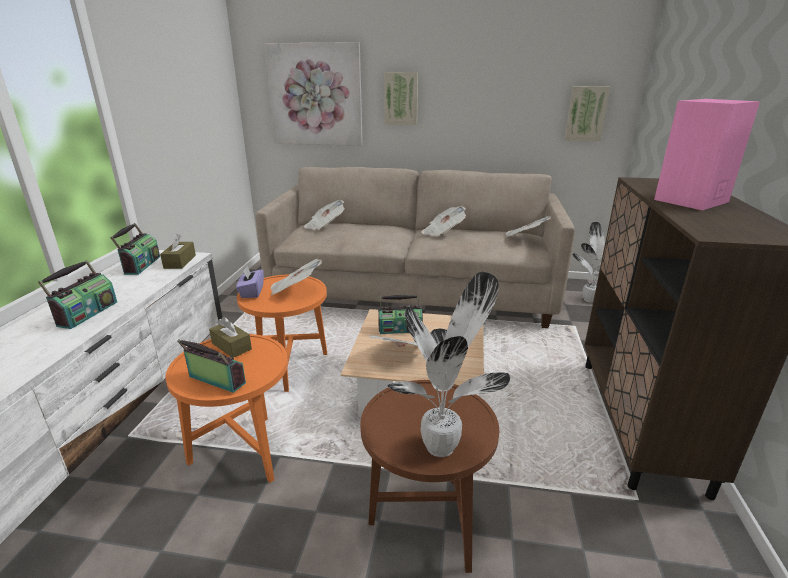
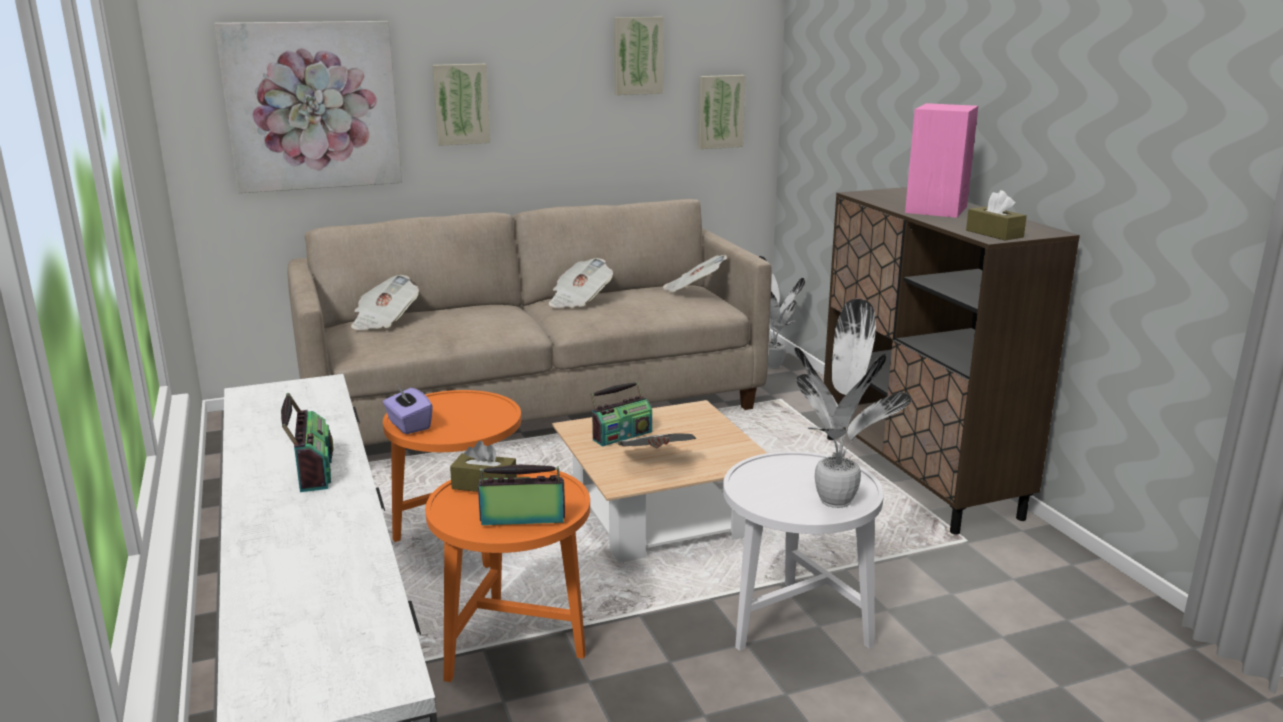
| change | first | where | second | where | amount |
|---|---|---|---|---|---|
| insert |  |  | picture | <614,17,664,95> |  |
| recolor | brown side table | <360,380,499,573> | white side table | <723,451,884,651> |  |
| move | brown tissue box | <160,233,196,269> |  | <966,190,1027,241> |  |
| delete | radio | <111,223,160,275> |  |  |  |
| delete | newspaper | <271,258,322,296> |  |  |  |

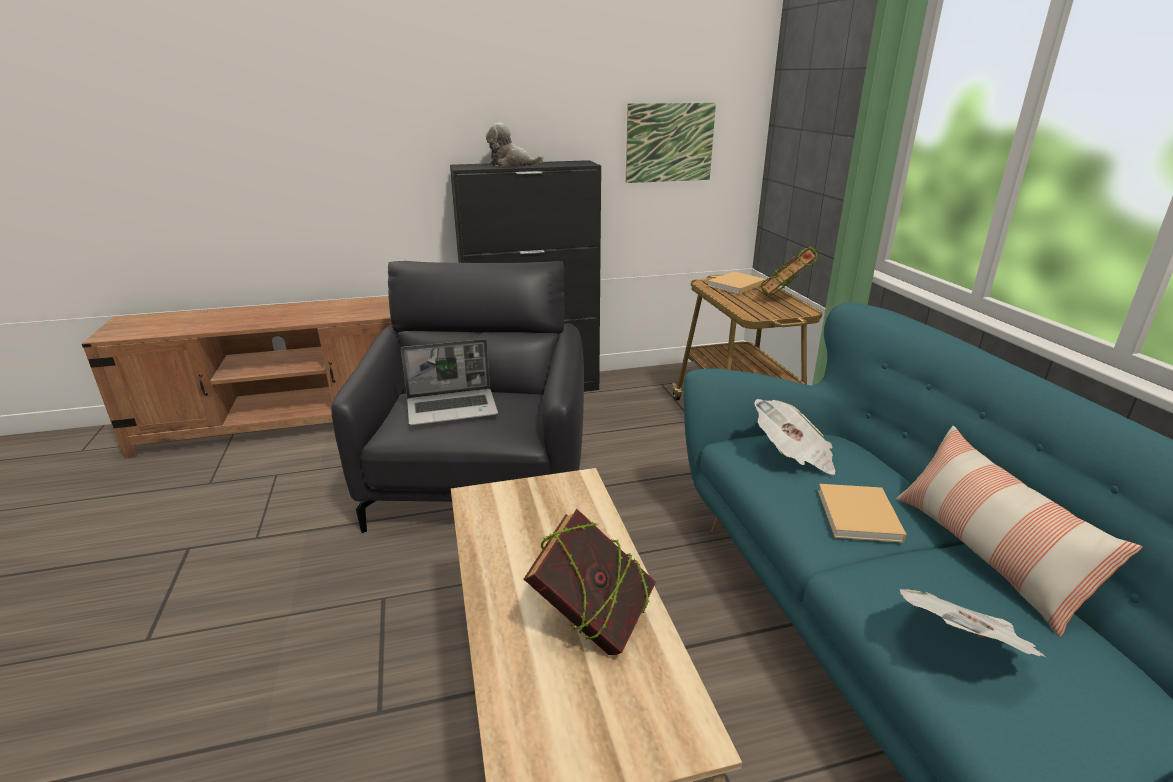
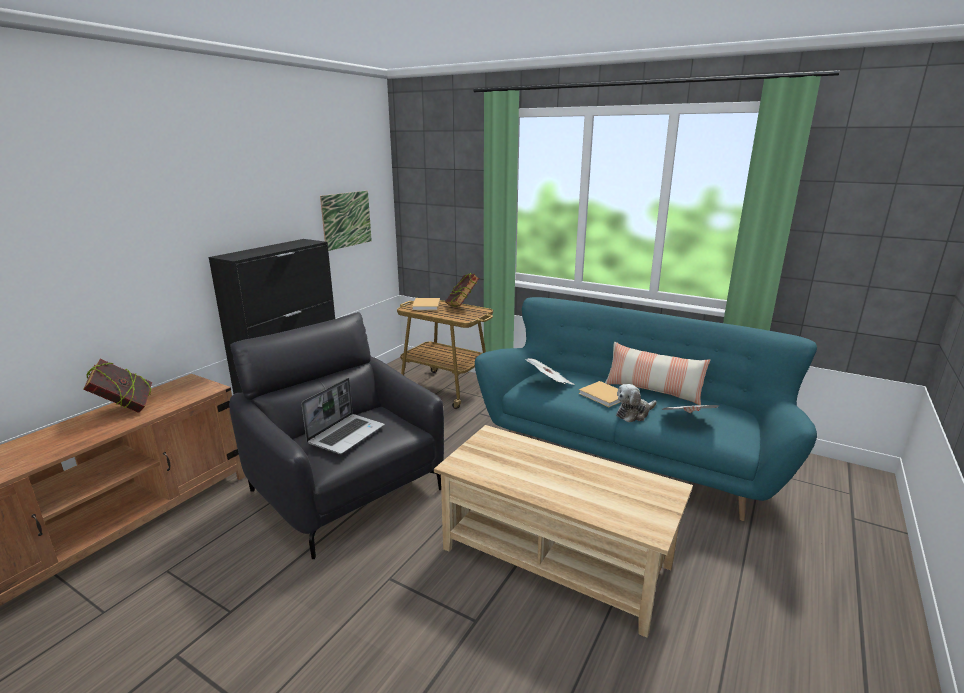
| change | first | where | second | where | amount |
|---|---|---|---|---|---|
| move | book | <524,509,656,655> |  | <83,359,152,413> |  |
| move | plush toy | <486,123,543,166> |  | <616,384,657,422> |  |

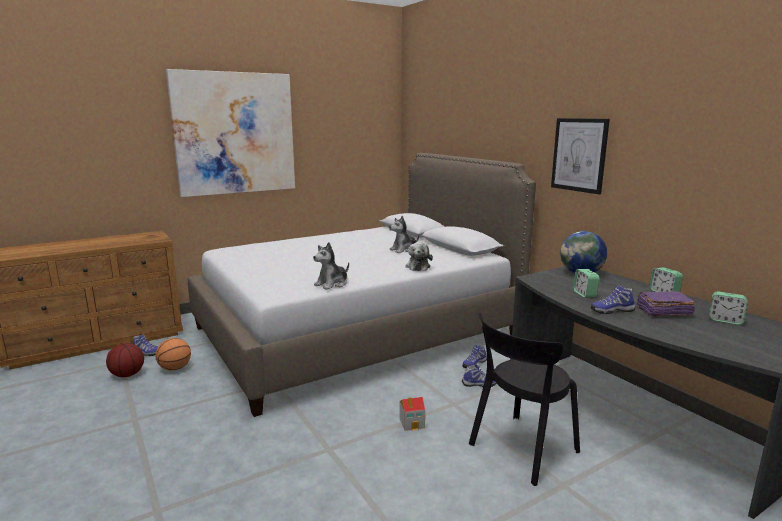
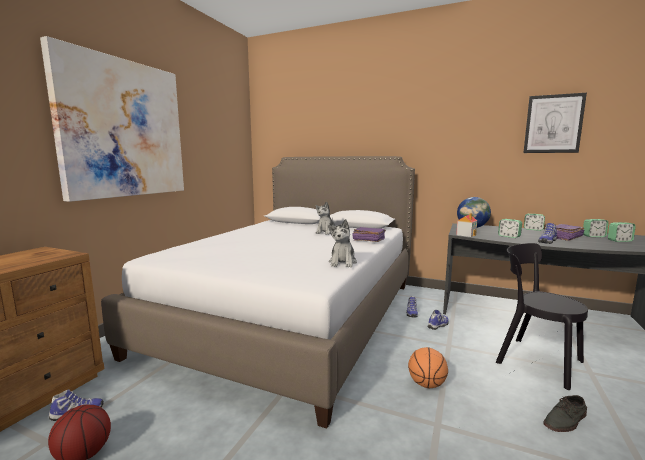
| change | first | where | second | where | amount |
|---|---|---|---|---|---|
| replace | plush toy | <405,242,433,271> | purple book | <352,227,386,242> |  |
| move | basketball | <155,338,191,371> |  | <408,347,448,388> |  |
| move | toy house | <400,397,425,431> |  | <456,213,477,237> |  |
| rotate | black chair | <469,313,580,486> |  | <496,243,588,390> | 120 degrees clockwise |
| move | picture | <551,118,610,194> |  | <523,93,587,153> |  |
| insert |  |  | grey shoe | <543,395,587,432> |  |
| insert |  |  | alarm clock | <608,222,636,242> |  |

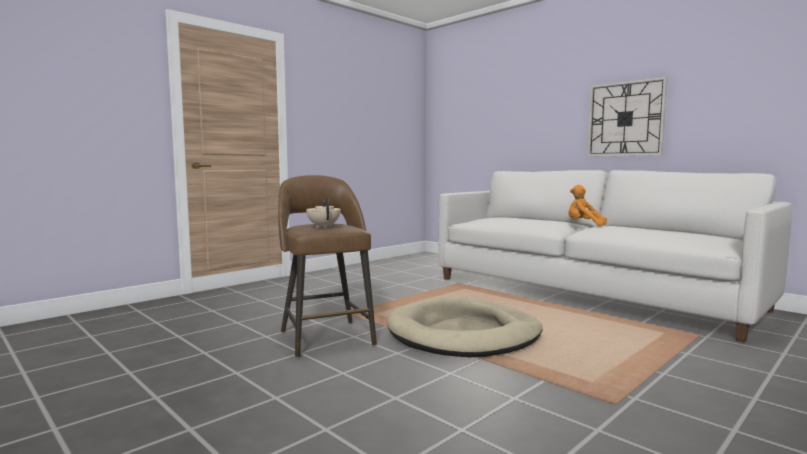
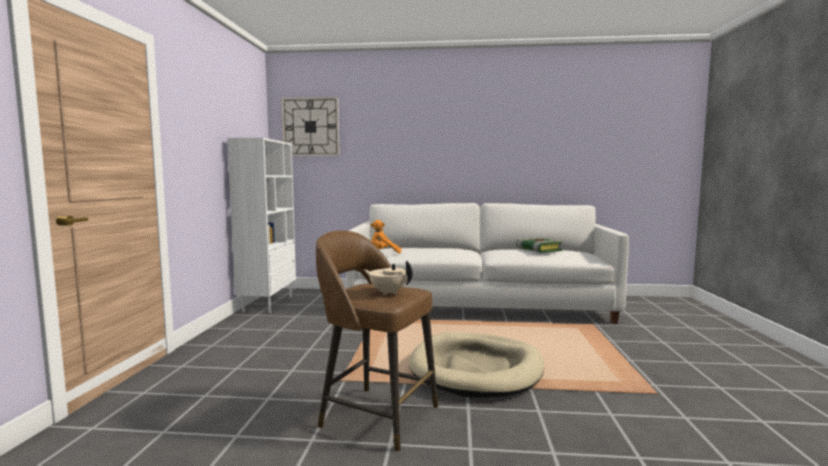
| change | first | where | second | where | amount |
|---|---|---|---|---|---|
| insert |  |  | white bookcase | <227,138,296,313> |  |
| move | wall clock | <587,77,667,157> |  | <281,97,340,156> |  |
| move | orange plush toy | <568,185,607,226> |  | <371,220,401,253> |  |
| insert |  |  | book | <516,237,562,253> |  |

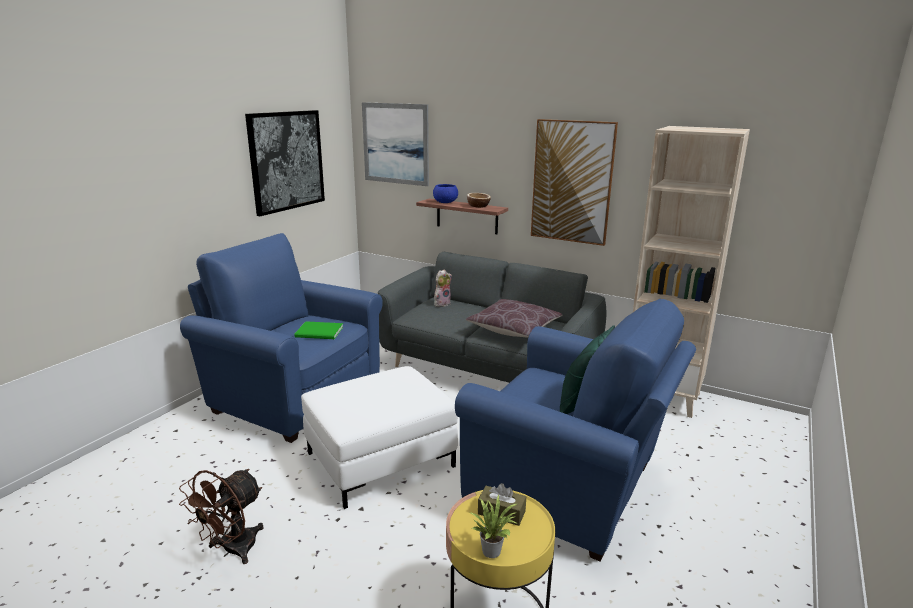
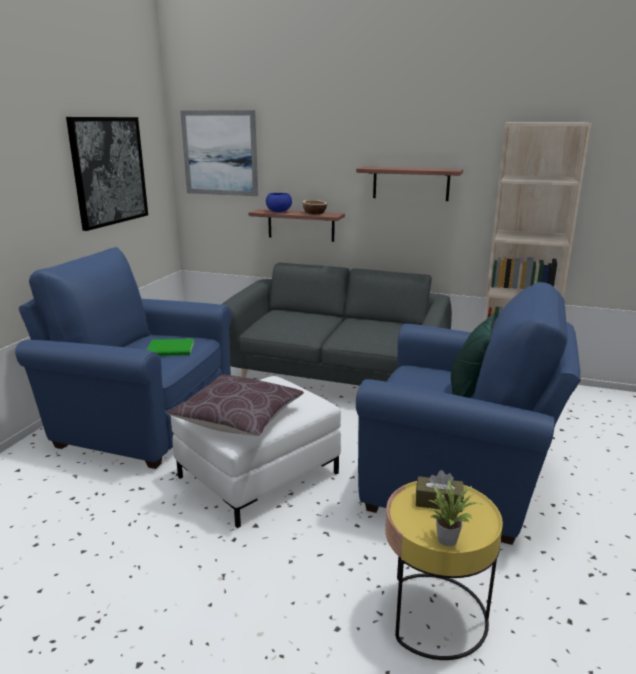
| change | first | where | second | where | amount |
|---|---|---|---|---|---|
| move | brown pillow | <466,299,562,338> |  | <167,374,304,436> |  |
| replace | picture | <531,119,618,246> | shelf | <356,167,463,201> |  |
| delete | brown fan | <179,469,264,564> |  |  |  |
| delete | plush toy | <434,270,452,307> |  |  |  |

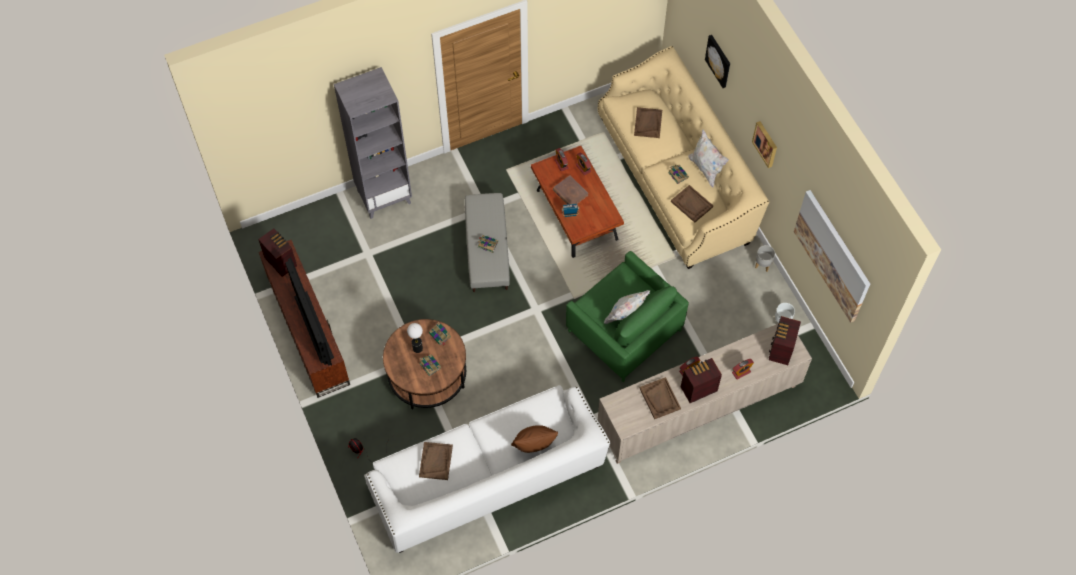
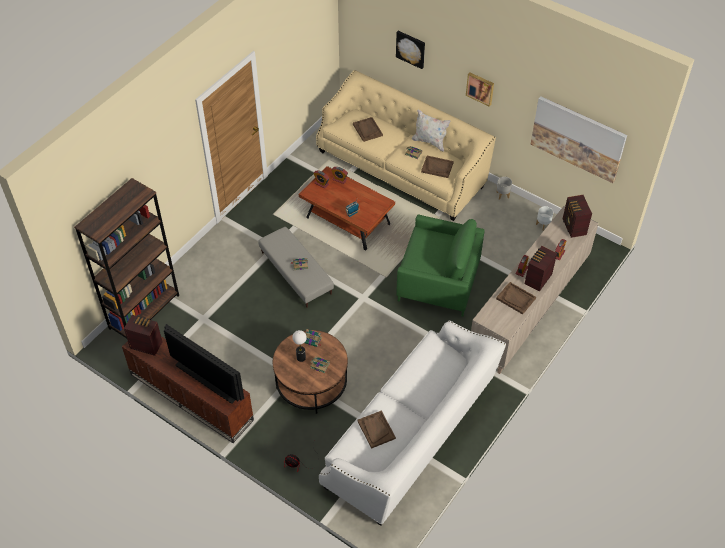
| change | first | where | second | where | amount |
|---|---|---|---|---|---|
| insert |  |  | brown bookcase | <74,178,179,338> |  |
| delete | grey bookcase | <334,67,412,219> |  |  |  |
| delete | brown pillow | <511,425,558,453> |  |  |  |
| delete | brown book | <553,175,588,205> |  |  |  |
| delete | white pillow | <604,290,650,324> |  |  |  |

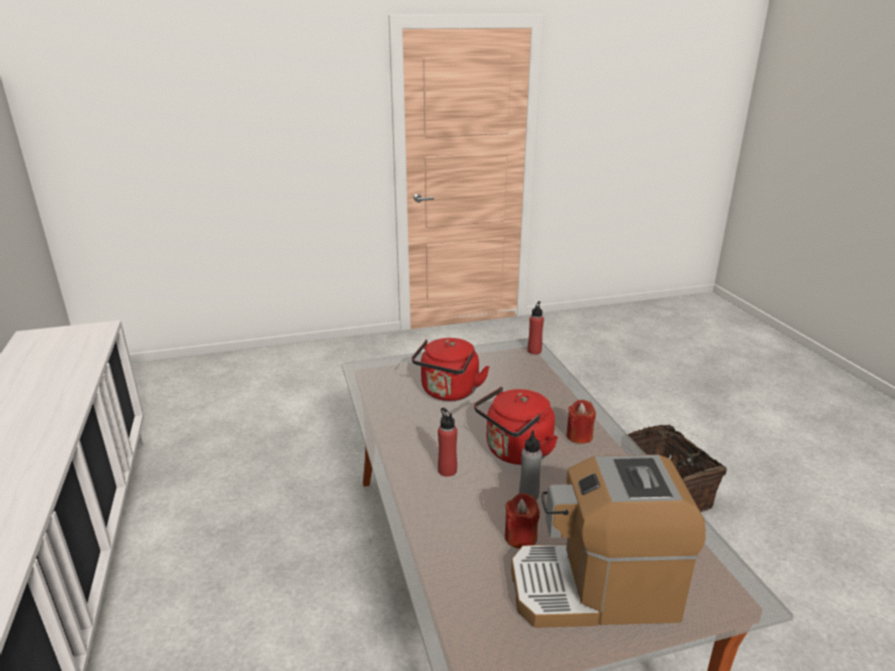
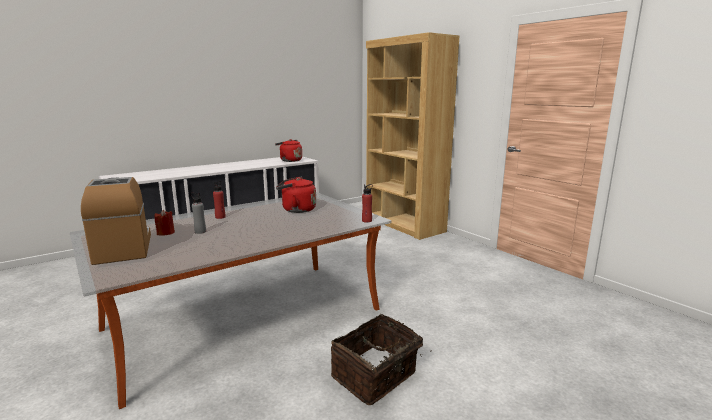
| change | first | where | second | where | amount |
|---|---|---|---|---|---|
| move | red kettle | <474,387,558,465> |  | <275,139,302,162> |  |
| insert |  |  | brown bookcase | <366,32,460,240> |  |
| delete | red candle | <566,400,596,444> |  |  |  |

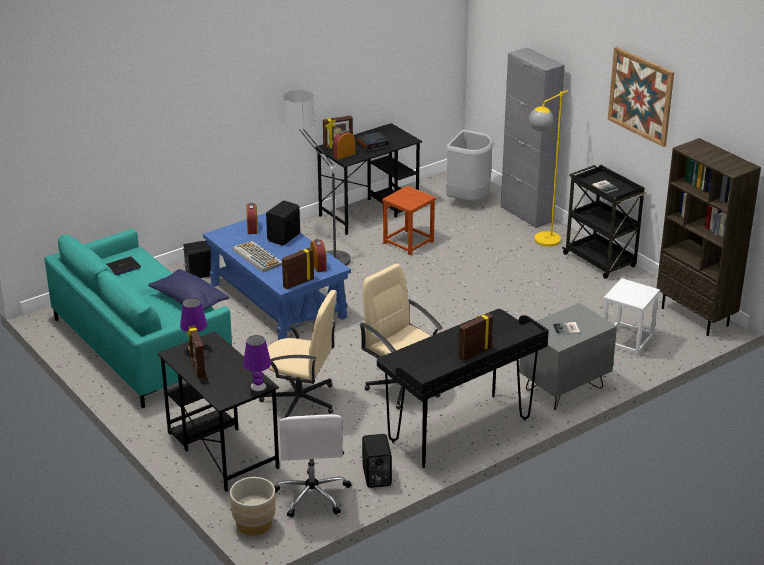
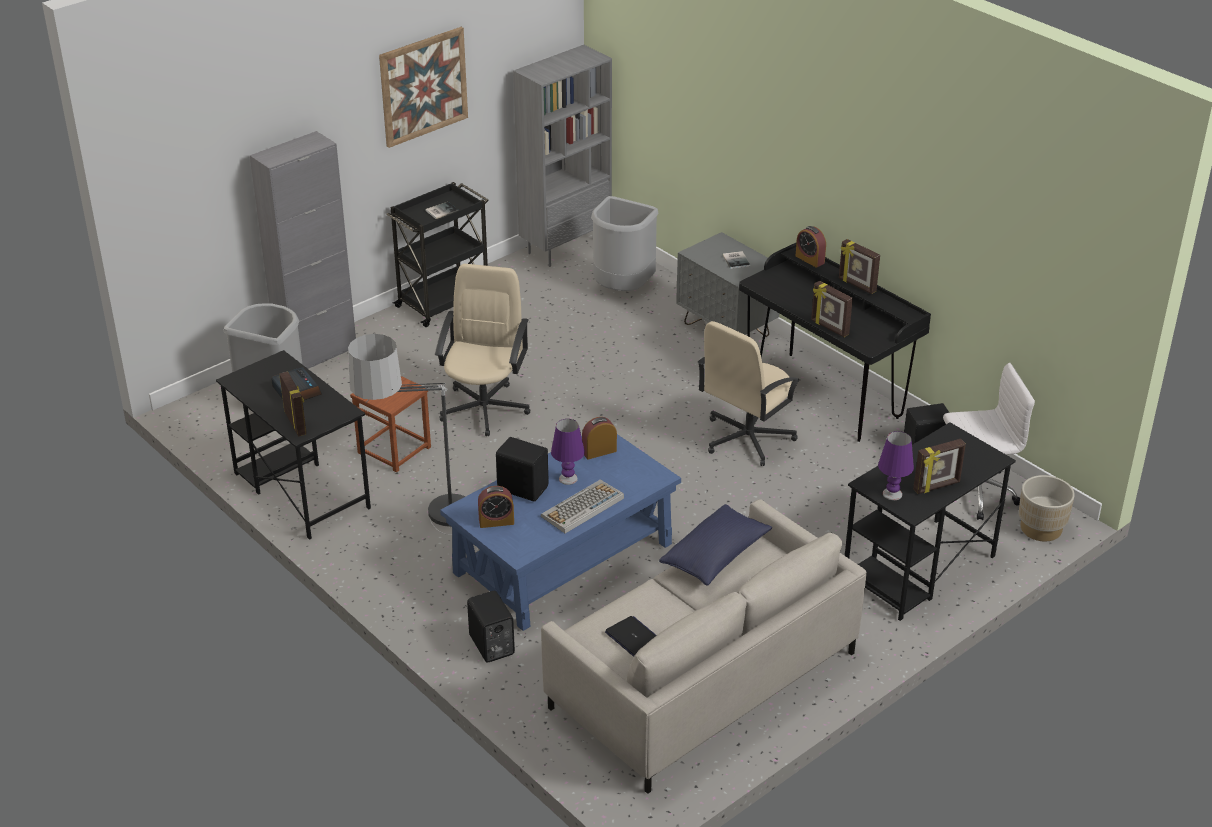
| change | first | where | second | where | amount |
|---|---|---|---|---|---|
| move | beige office chair | <259,290,337,418> |  | <435,264,530,436> |  |
| recolor | brown bookcase | <657,138,761,336> | grey bookcase | <513,45,612,267> |  |
| recolor | turquoise sofa | <44,229,232,408> | beige sofa | <541,499,867,794> |  |
| move | purple table lamp | <243,335,271,391> |  | <551,419,585,485> |  |
| replace | white stool | <603,278,660,357> | grey trash can | <591,196,659,291> |  |
| move | alarm clock | <333,130,355,159> |  | <796,226,826,268> |  |
| move | picture frame | <282,248,314,290> |  | <811,281,853,337> |  |
| delete | yellow floor lamp | <529,90,568,247> |  |  |  |

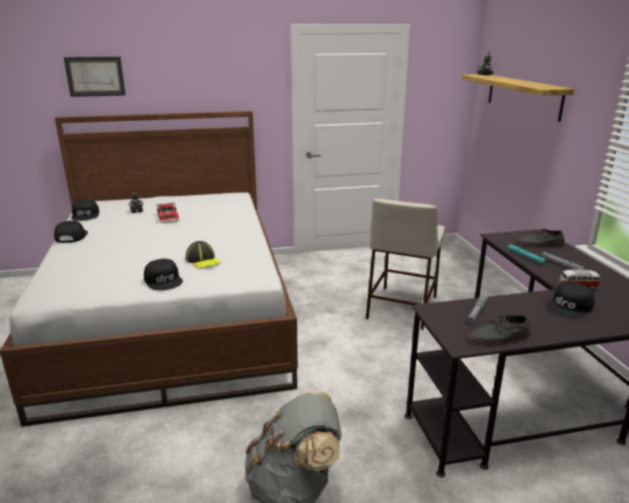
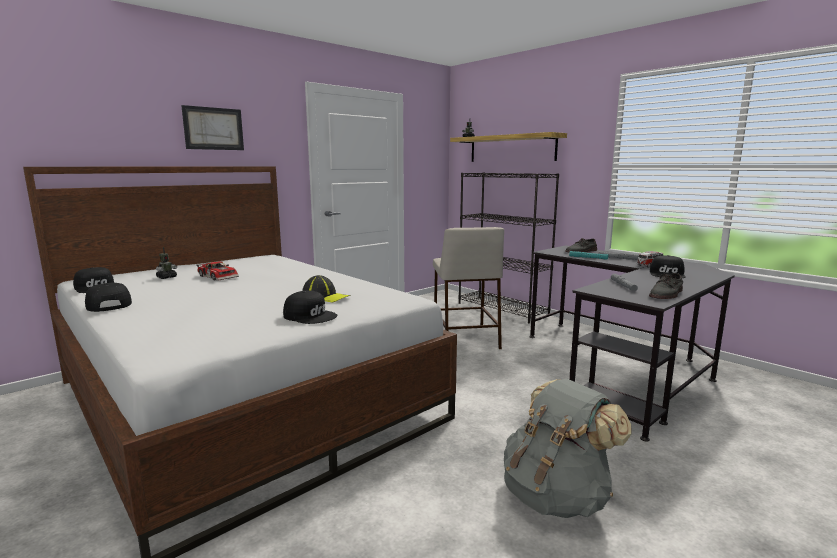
| change | first | where | second | where | amount |
|---|---|---|---|---|---|
| move | picture | <64,57,125,97> |  | <181,105,244,150> |  |
| insert |  |  | black bookcase | <459,172,559,323> |  |

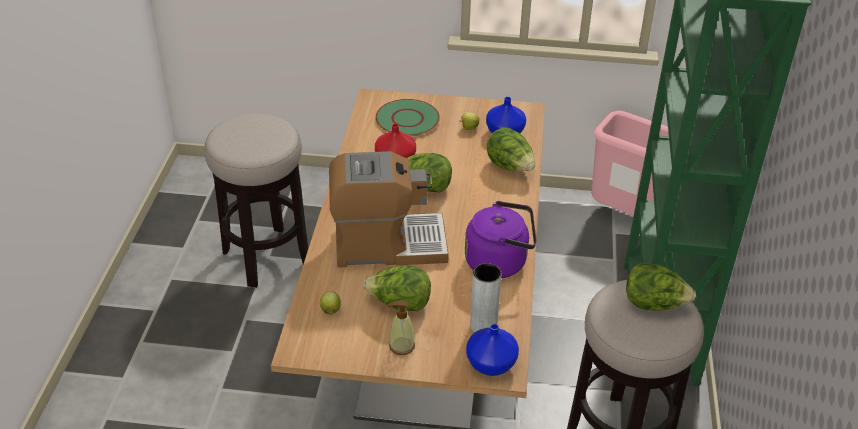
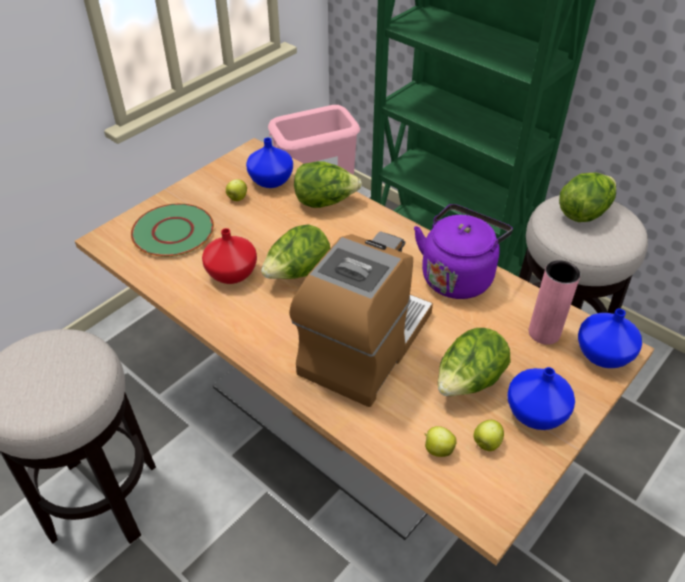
| change | first | where | second | where | amount |
|---|---|---|---|---|---|
| insert |  |  | apple | <474,420,504,451> |  |
| replace | soap dispenser | <388,300,415,355> | blue vase | <507,367,575,430> |  |
| recolor | grey vase | <470,263,502,333> | pink vase | <529,260,580,345> |  |

